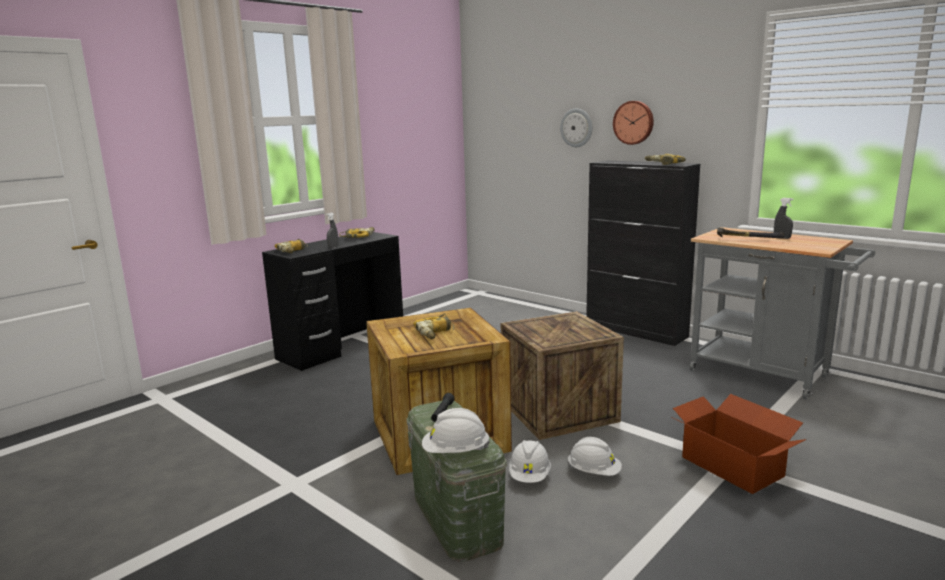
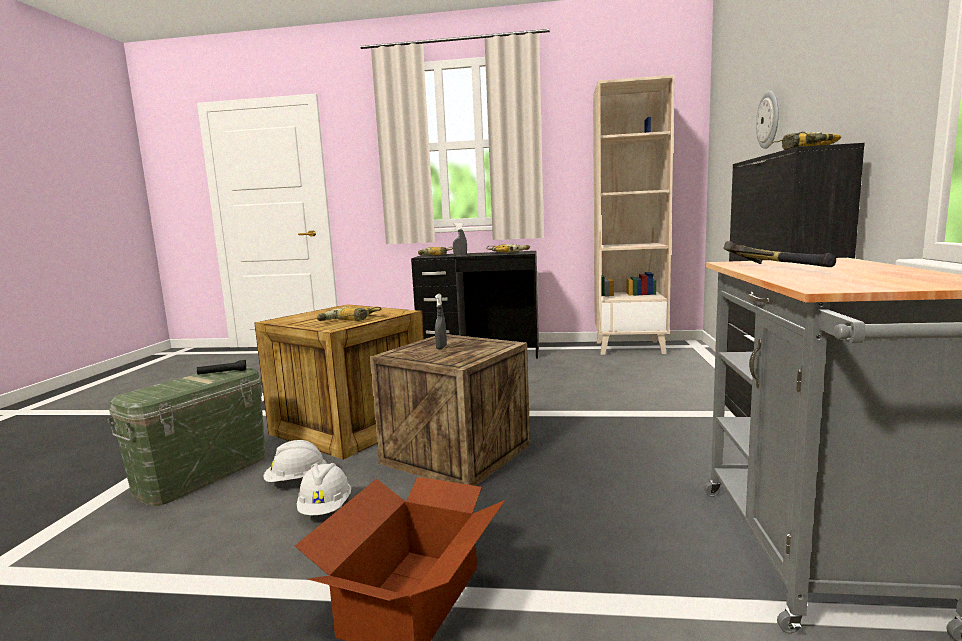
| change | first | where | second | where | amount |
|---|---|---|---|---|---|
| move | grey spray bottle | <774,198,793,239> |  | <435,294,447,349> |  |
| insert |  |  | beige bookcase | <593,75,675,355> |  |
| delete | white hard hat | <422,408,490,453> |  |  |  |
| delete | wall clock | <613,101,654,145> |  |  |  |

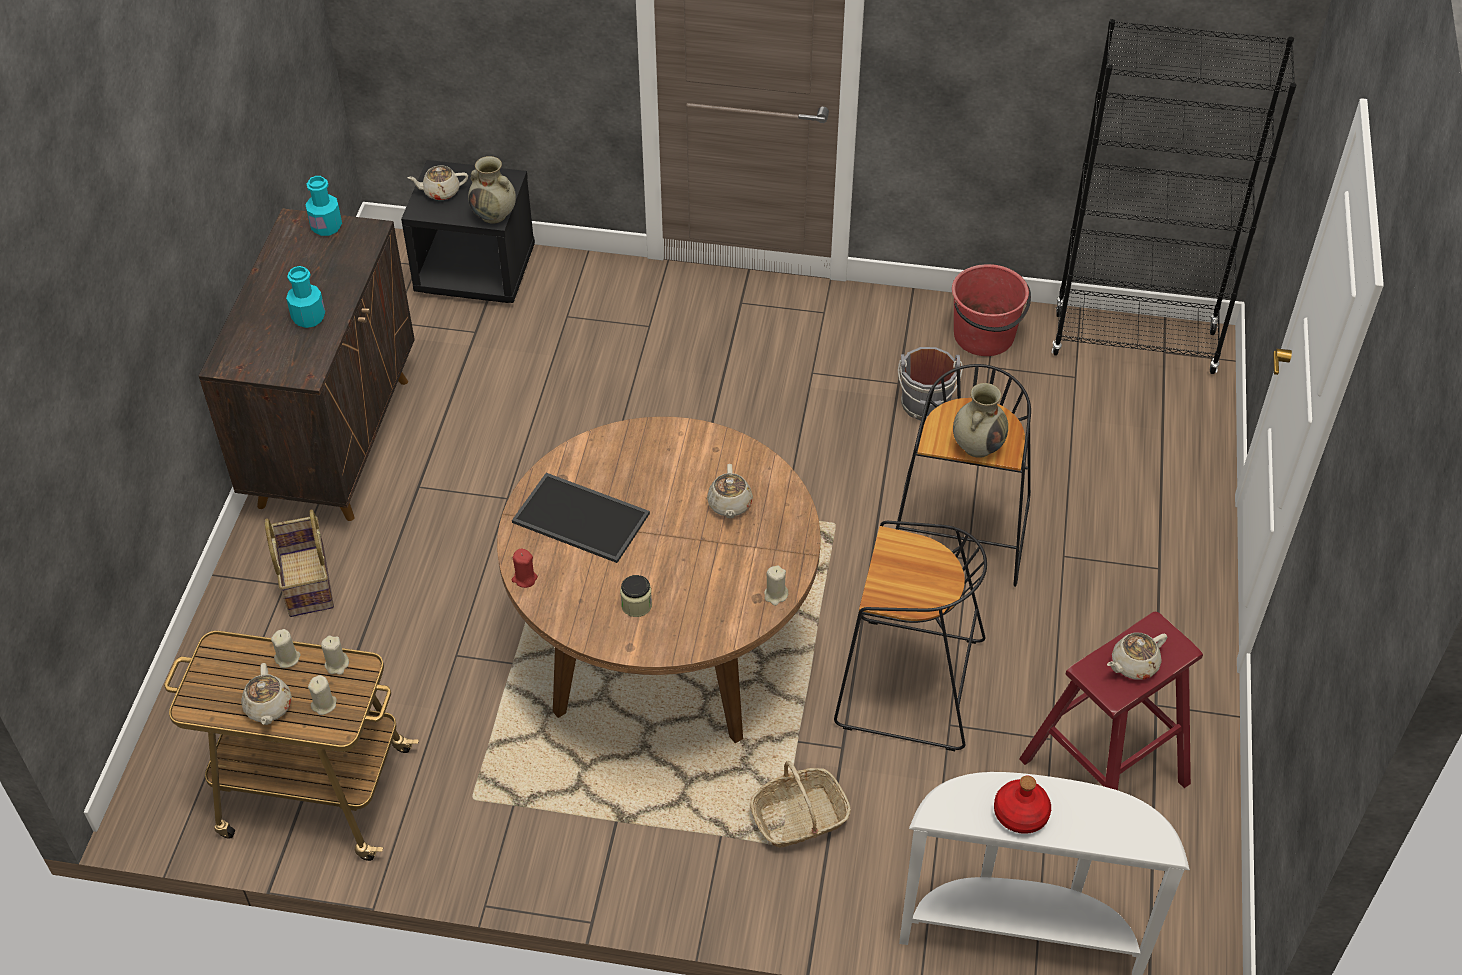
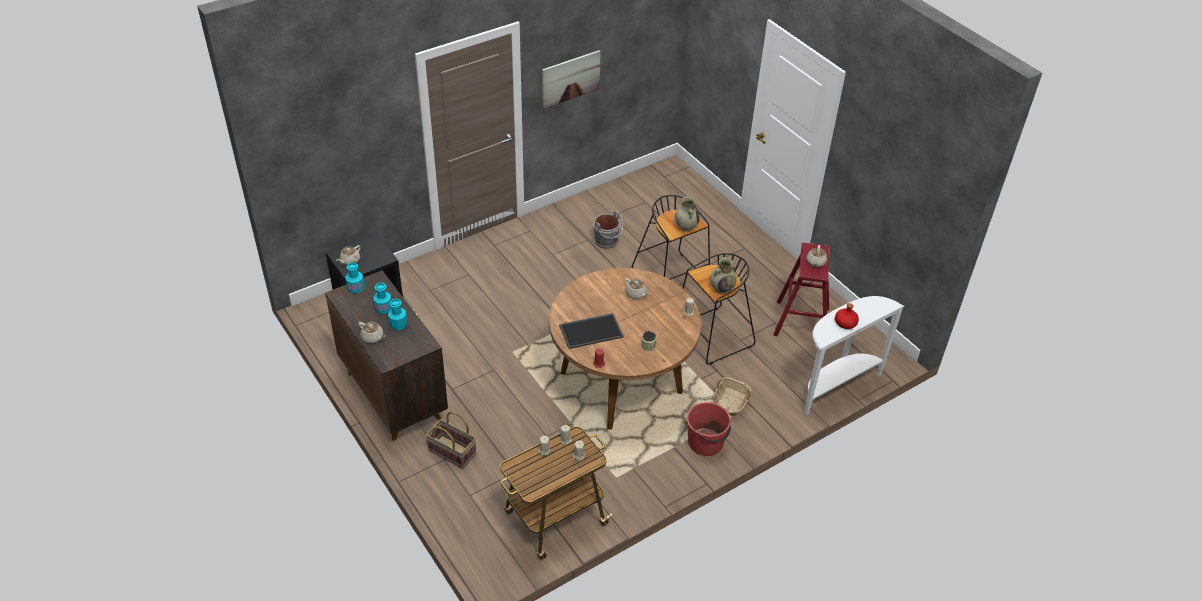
| change | first | where | second | where | amount |
|---|---|---|---|---|---|
| move | beige teapot | <241,663,292,725> |  | <358,322,385,343> |  |
| insert |  |  | turquoise bottle | <373,282,392,314> |  |
| insert |  |  | picture | <542,50,601,109> |  |
| move | red bucket | <952,264,1031,356> |  | <687,402,731,456> |  |
| move | beige vase | <468,156,516,224> |  | <710,257,737,294> |  |
| delete | black bookcase | <1052,19,1297,374> |  |  |  |

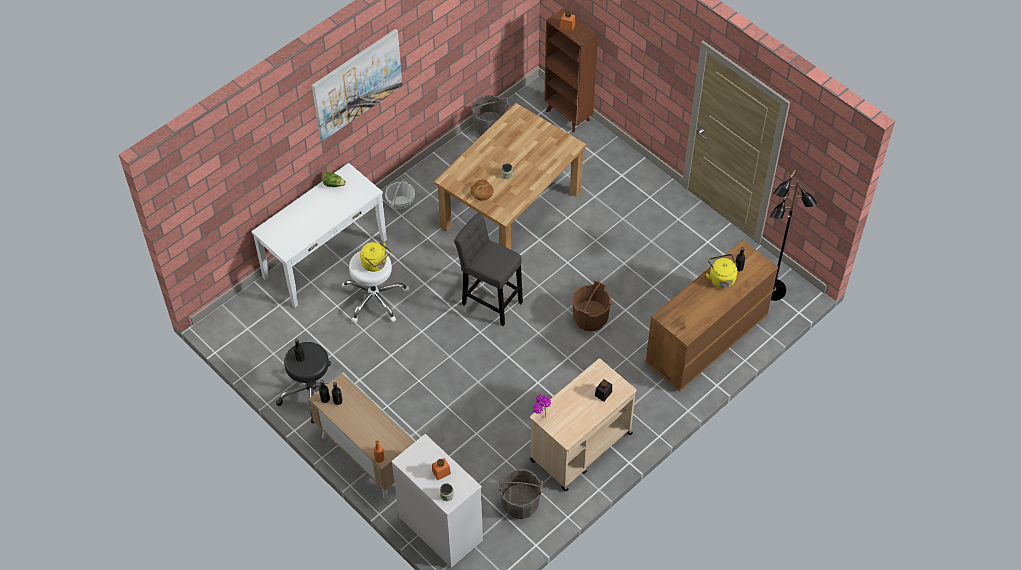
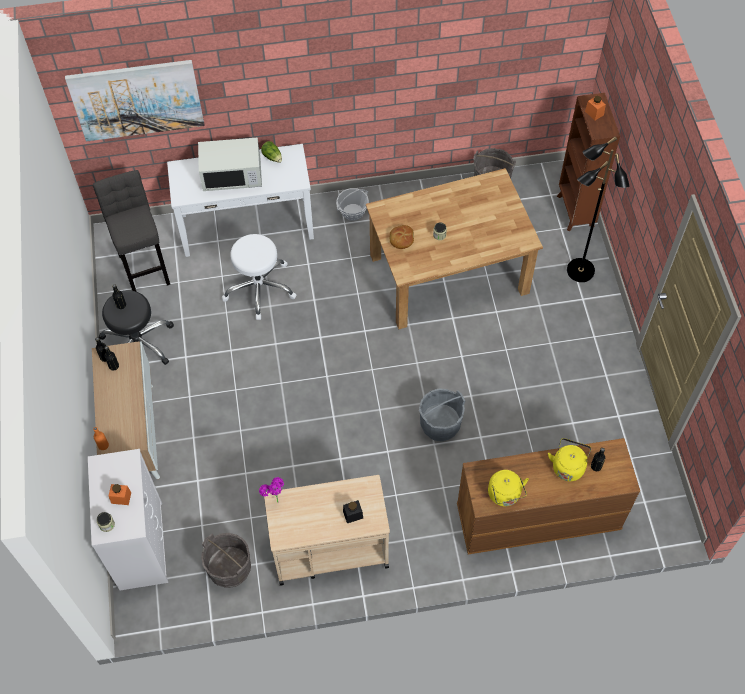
| change | first | where | second | where | amount |
|---|---|---|---|---|---|
| move | picture | <312,29,403,141> |  | <65,60,205,142> |  |
| move | grey stool | <454,212,523,326> |  | <93,170,170,292> |  |
| insert |  |  | white microwave | <198,137,262,191> |  |
| recolor | brown bucket | <572,281,611,331> | grey bucket | <419,388,465,441> |  |
| move | yellow kettle | <360,242,391,272> |  | <488,470,529,506> |  |
| move | black floor lamp | <770,170,817,301> |  | <567,137,630,282> |  |

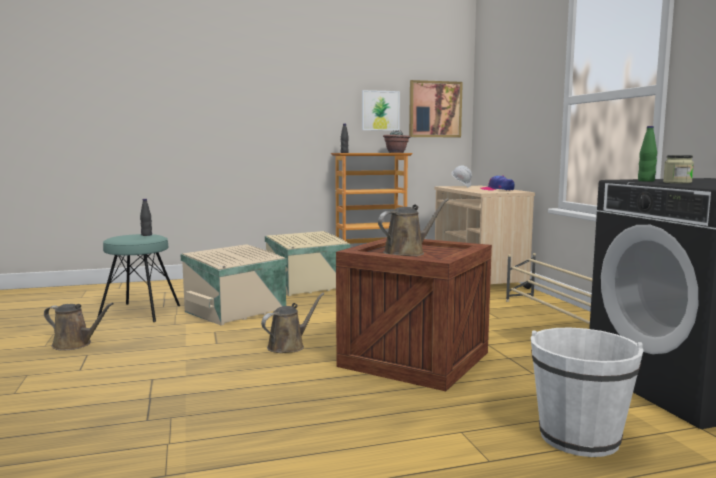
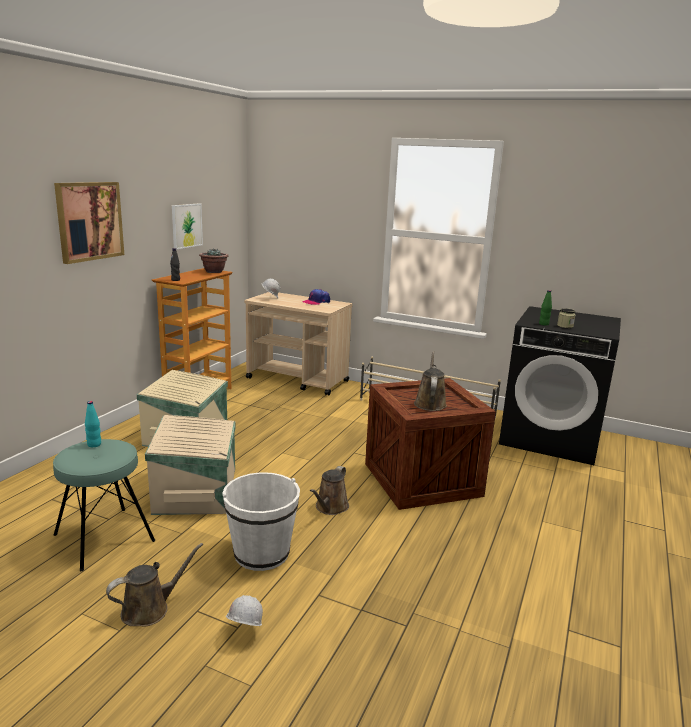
| change | first | where | second | where | amount |
|---|---|---|---|---|---|
| move | picture | <409,80,463,137> |  | <54,182,124,264> |  |
| recolor | black bottle | <140,199,152,236> | turquoise bottle | <85,401,101,447> |  |
| move | white bucket | <531,327,644,457> |  | <222,472,300,571> |  |
| insert |  |  | white hard hat | <226,595,263,626> |  |
| rotate | brown watering can | <261,293,325,353> |  | <310,466,349,515> | 150 degrees counterclockwise |

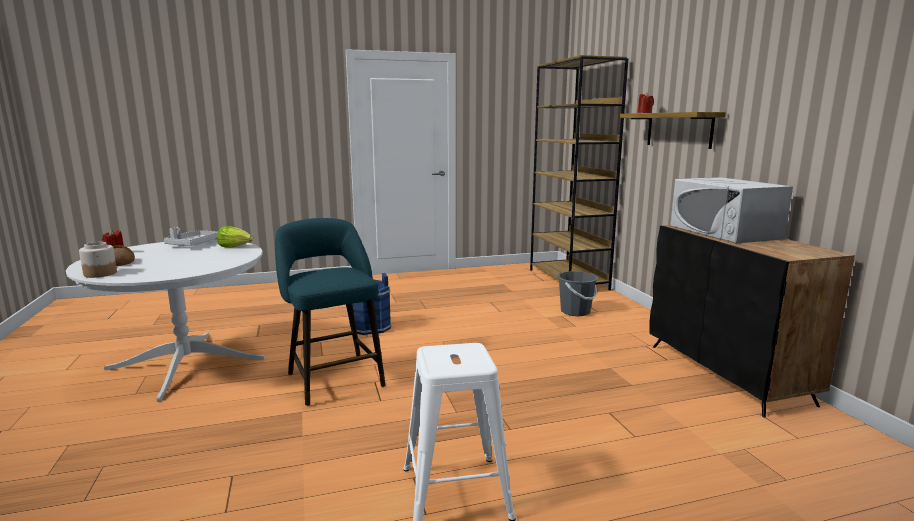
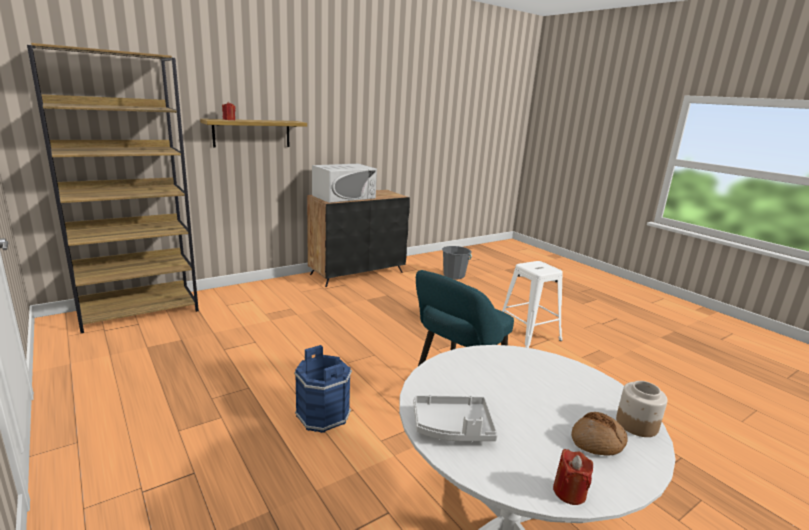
| change | first | where | second | where | amount |
|---|---|---|---|---|---|
| move | grey bucket | <557,271,598,316> |  | <442,246,472,279> |  |
| delete | lettuce | <217,226,253,247> |  |  |  |

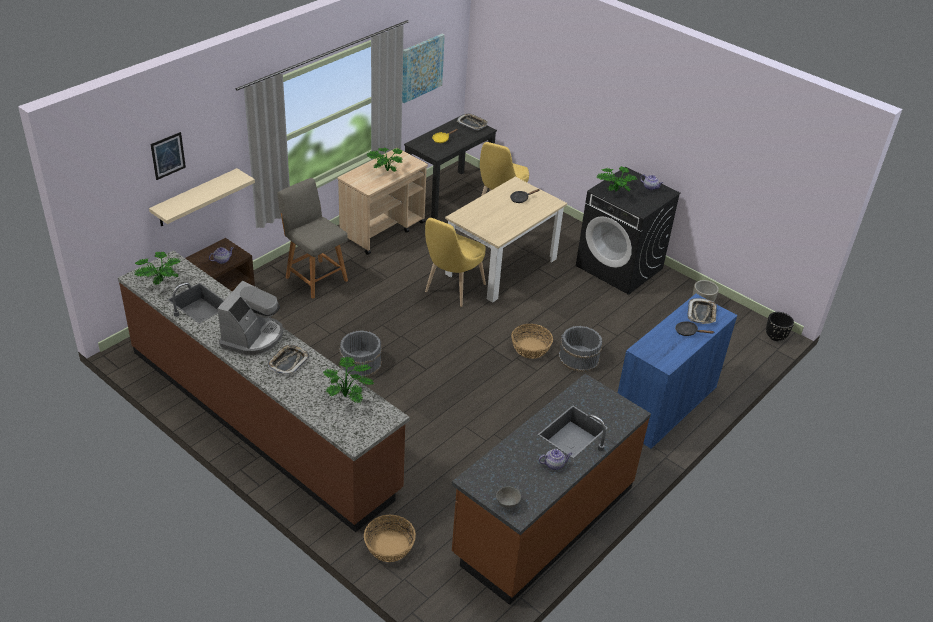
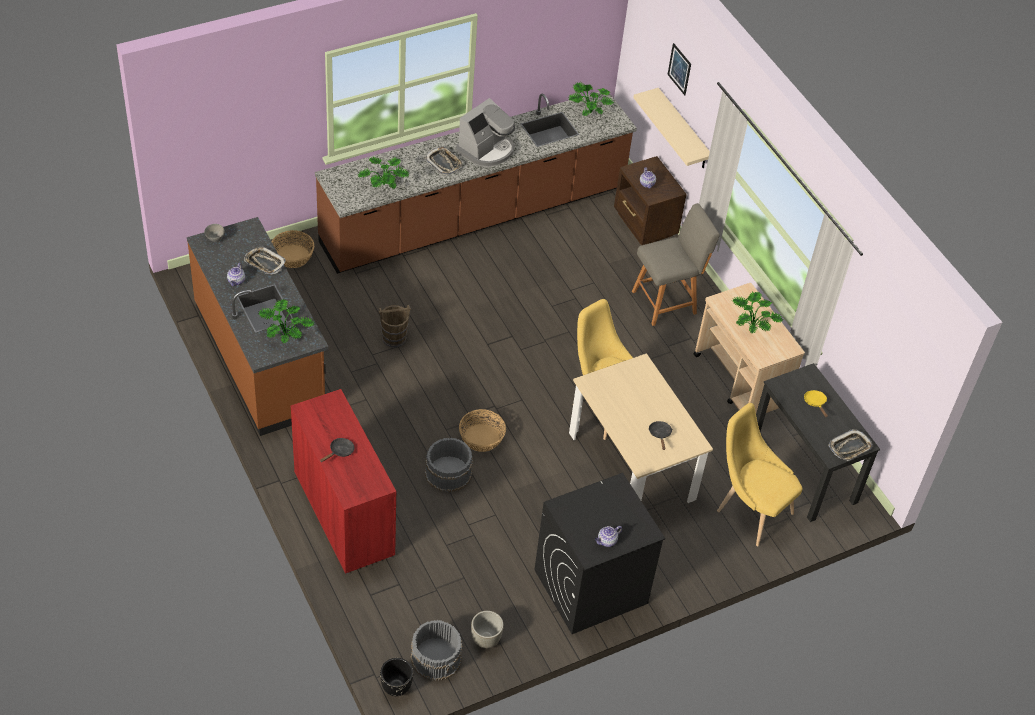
| change | first | where | second | where | amount |
|---|---|---|---|---|---|
| move | tray | <687,298,717,324> |  | <244,247,286,274> |  |
| move | potted plant | <596,167,637,192> |  | <258,299,315,344> |  |
| recolor | blue cabinet | <618,294,738,450> | red cabinet | <290,389,396,574> |  |
| insert |  |  | brown bucket | <379,305,411,347> |  |
| move | grey bucket | <339,330,382,378> |  | <411,620,463,681> |  |
| rotate | coffee machine | <217,281,283,355> |  | <456,98,515,167> | 90 degrees counterclockwise |
| delete | picture | <402,34,445,103> |  |  |  |

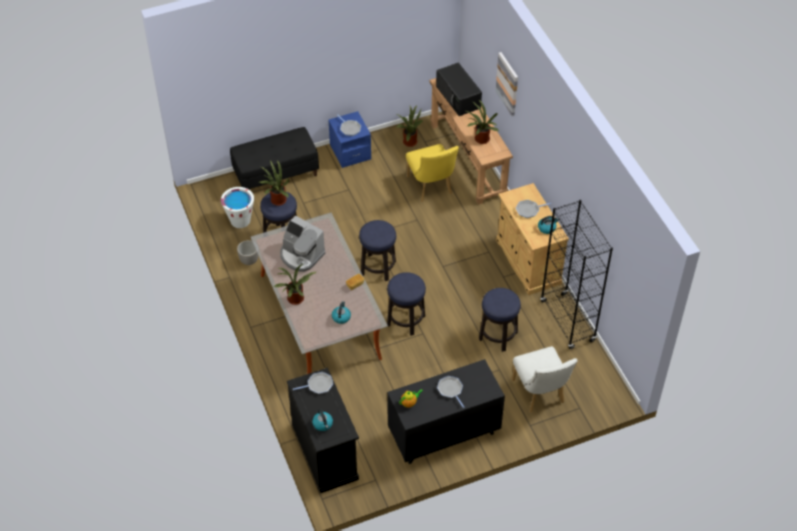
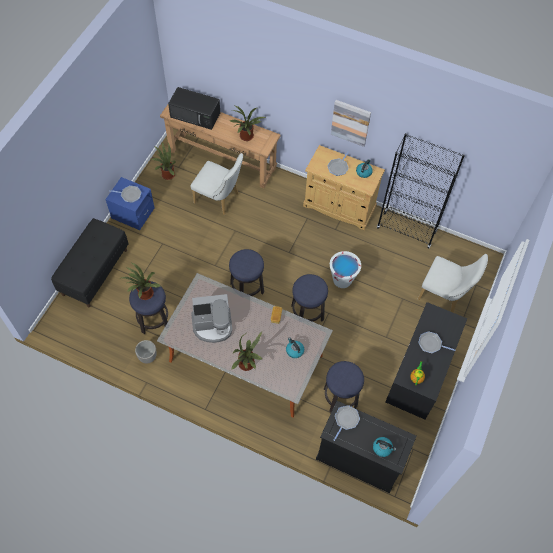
| change | first | where | second | where | amount |
|---|---|---|---|---|---|
| recolor | yellow chair | <406,144,459,202> | white chair | <191,153,243,215> |  |
| move | stool | <479,288,521,352> |  | <324,361,364,412> |  |
| move | white bucket | <221,187,254,228> |  | <330,251,361,288> |  |
| move | picture | <496,52,518,116> |  | <331,100,371,147> |  |

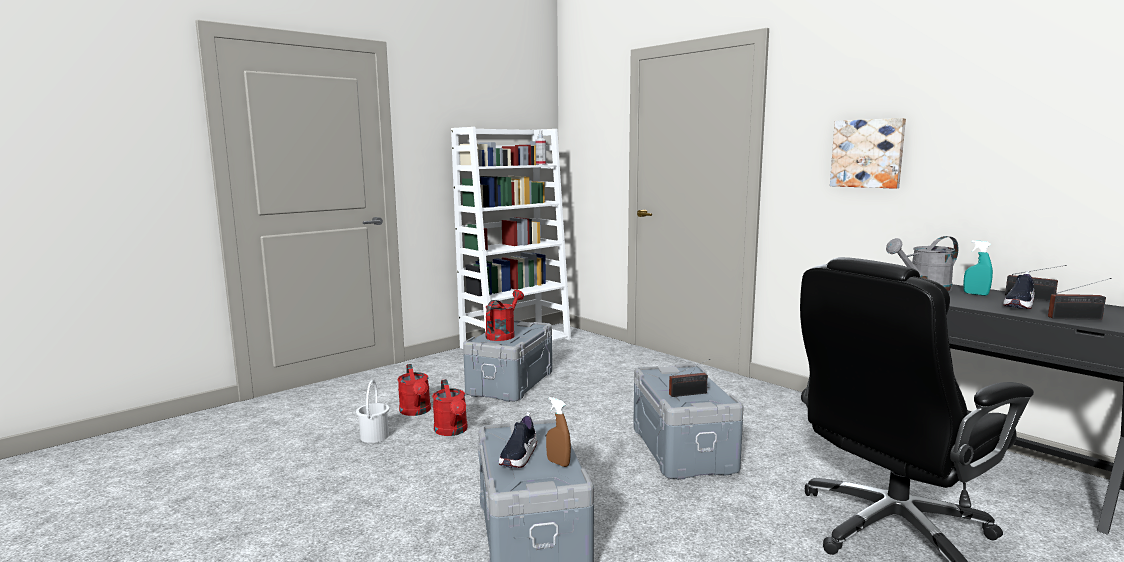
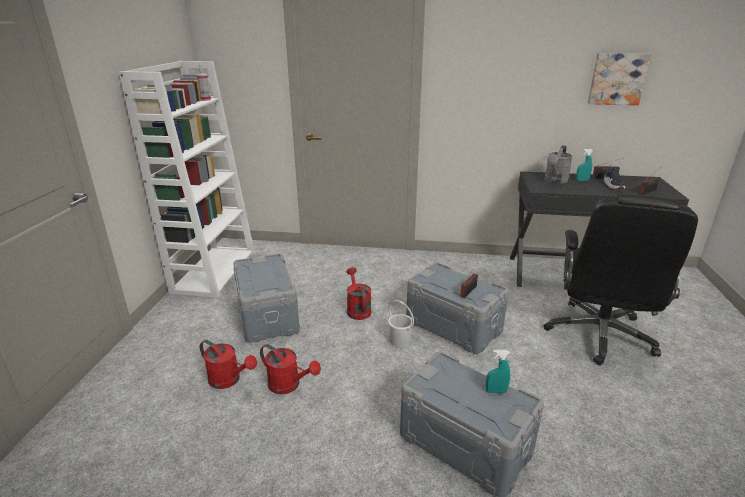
| change | first | where | second | where | amount |
|---|---|---|---|---|---|
| move | red watering can | <485,290,524,341> |  | <346,267,371,320> |  |
| move | white bucket | <356,380,389,443> |  | <388,300,414,347> |  |
| recolor | brown spray bottle | <546,397,571,467> | turquoise spray bottle | <486,350,510,393> |  |
| move | picture | <830,118,906,189> |  | <588,53,651,105> |  |
| delete | shoe | <499,412,537,468> |  |  |  |

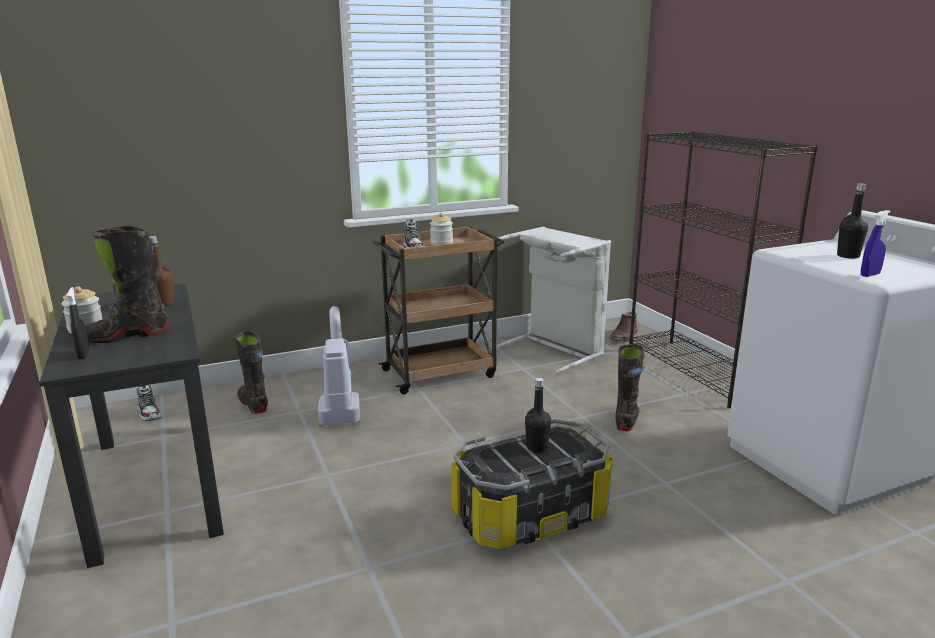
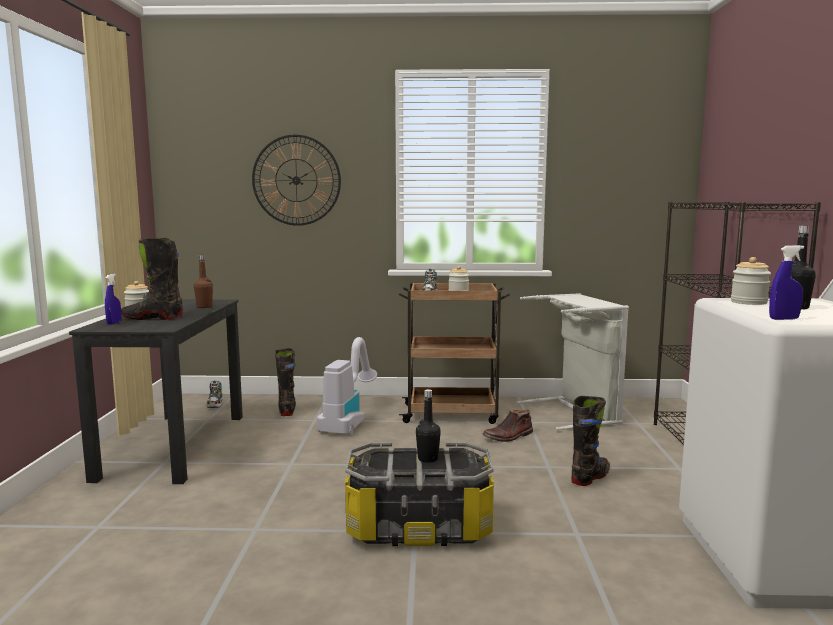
| change | first | where | second | where | amount |
|---|---|---|---|---|---|
| recolor | black spray bottle | <67,287,89,359> | blue spray bottle | <105,274,121,325> |  |
| insert |  |  | wall clock | <252,134,341,226> |  |
| move | brown boot | <609,311,637,342> |  | <482,410,533,442> |  |
| insert |  |  | jar | <731,257,771,305> |  |

